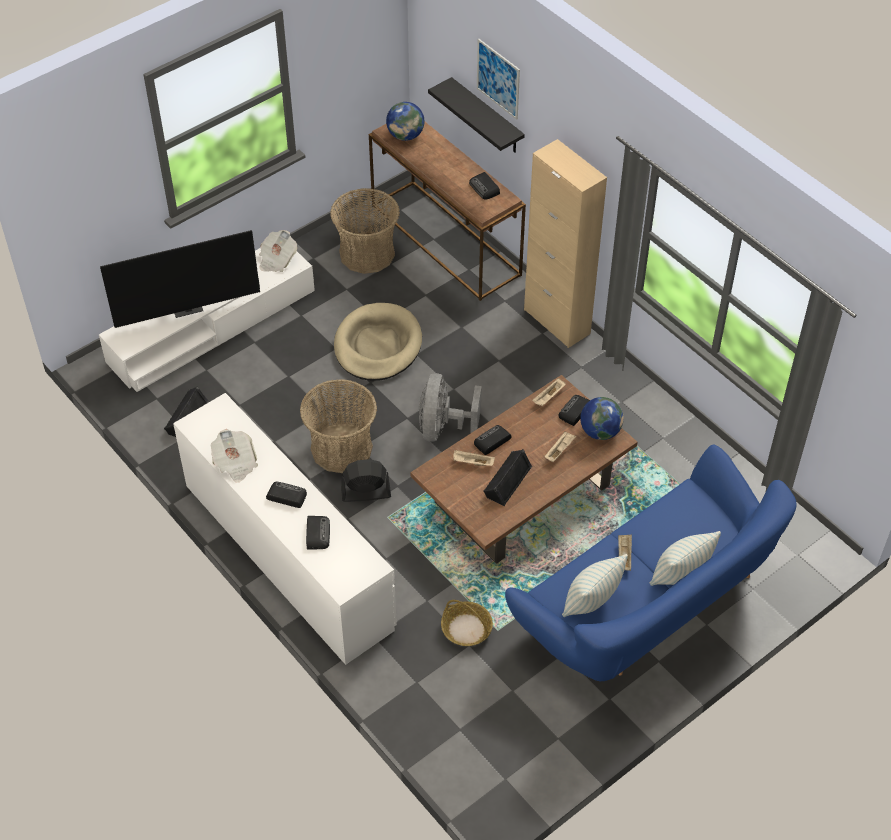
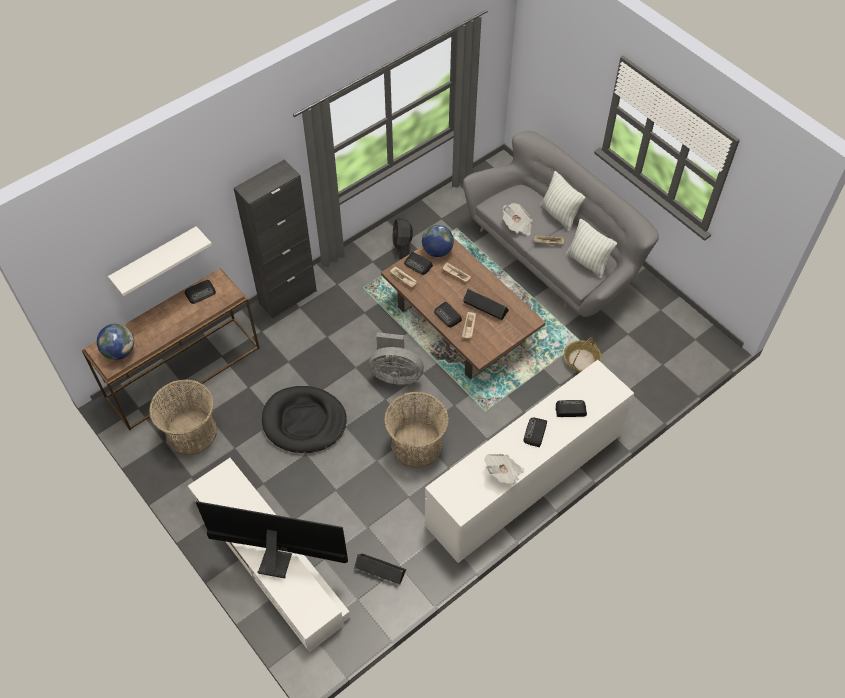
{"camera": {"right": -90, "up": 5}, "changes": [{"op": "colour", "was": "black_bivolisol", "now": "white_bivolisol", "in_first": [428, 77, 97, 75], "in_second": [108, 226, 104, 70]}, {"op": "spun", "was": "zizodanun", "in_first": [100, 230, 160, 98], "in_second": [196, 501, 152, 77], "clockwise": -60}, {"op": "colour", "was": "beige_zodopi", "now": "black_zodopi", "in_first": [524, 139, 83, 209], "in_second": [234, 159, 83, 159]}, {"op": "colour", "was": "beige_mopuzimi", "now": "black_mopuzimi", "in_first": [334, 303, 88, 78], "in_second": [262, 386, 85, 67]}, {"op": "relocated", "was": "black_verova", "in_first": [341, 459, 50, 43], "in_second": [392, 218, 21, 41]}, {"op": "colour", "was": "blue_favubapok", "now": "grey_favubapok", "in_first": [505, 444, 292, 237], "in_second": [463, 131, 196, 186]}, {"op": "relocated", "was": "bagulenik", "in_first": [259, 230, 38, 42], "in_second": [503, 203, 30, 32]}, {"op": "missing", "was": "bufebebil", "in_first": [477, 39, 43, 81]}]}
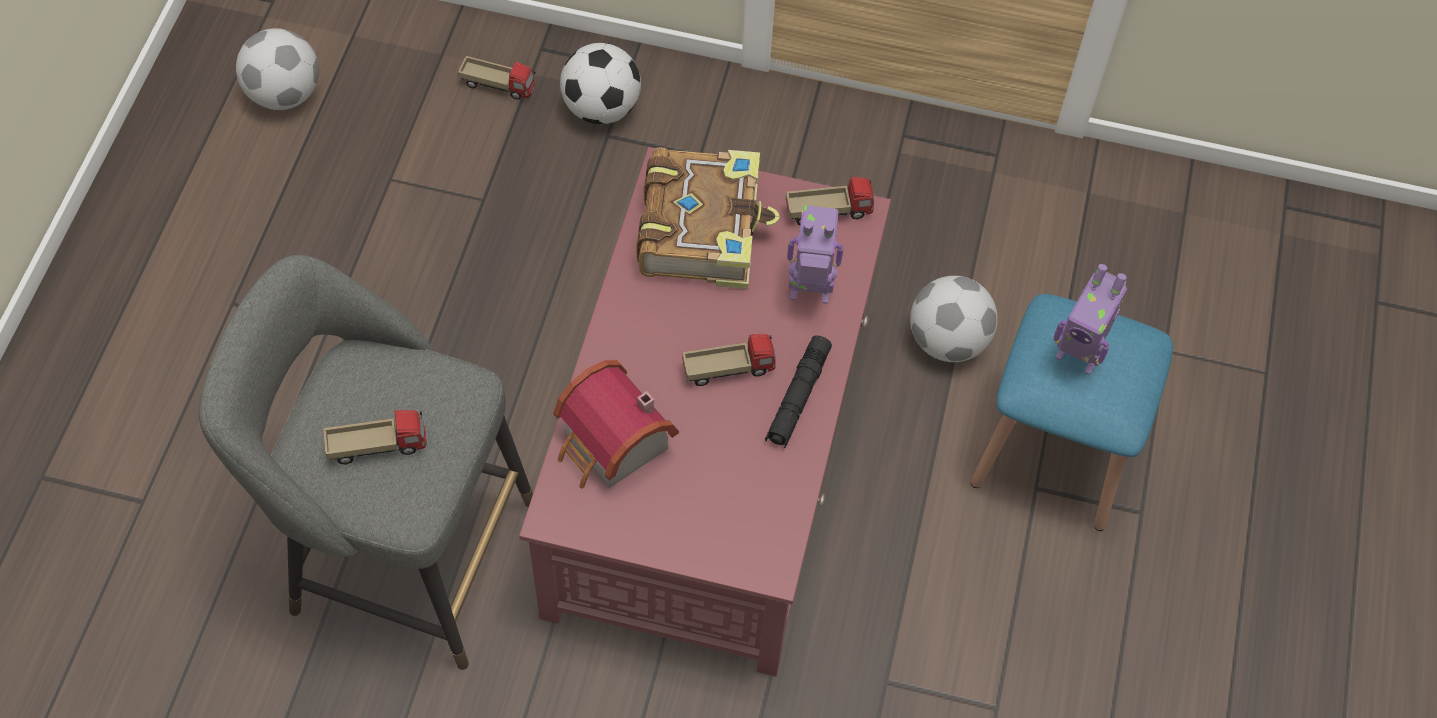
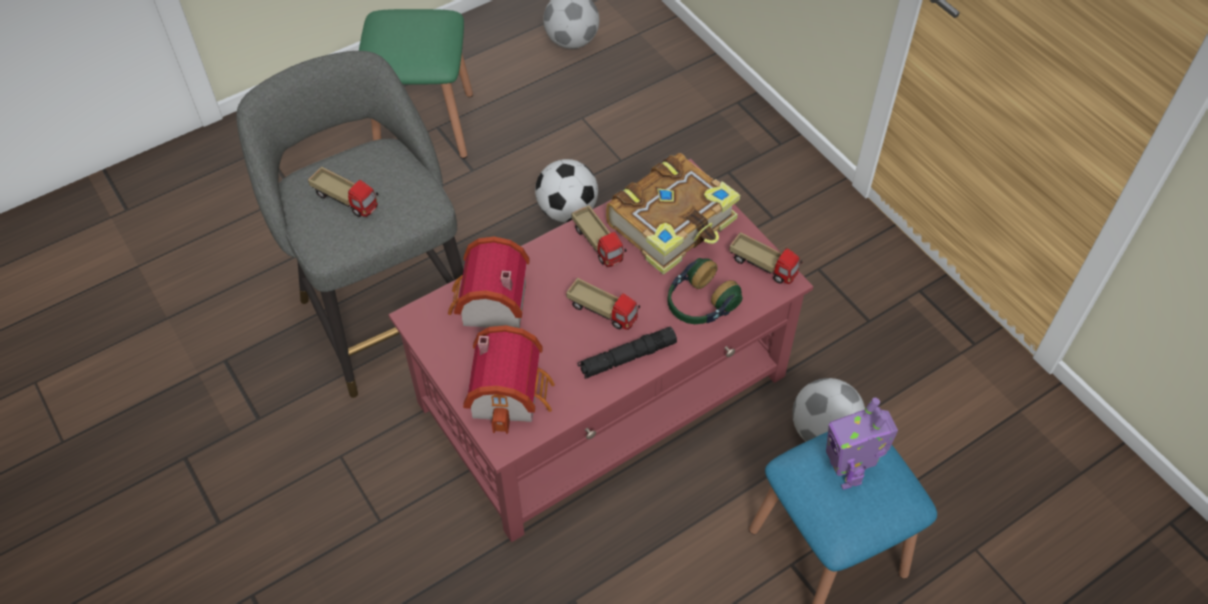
{"camera": {"right": 45, "up": -5}, "changes": [{"op": "appeared", "now": "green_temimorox", "in_second": [359, 9, 114, 150]}, {"op": "appeared", "now": "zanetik", "in_second": [463, 325, 92, 109]}, {"op": "relocated", "was": "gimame", "in_first": [560, 43, 81, 81], "in_second": [535, 159, 63, 63]}, {"op": "relocated", "was": "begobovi", "in_first": [458, 56, 78, 44], "in_second": [571, 205, 56, 62]}, {"op": "exchanged", "was": "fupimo", "now": "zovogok", "in_first": [787, 205, 56, 99], "in_second": [667, 258, 76, 66]}]}
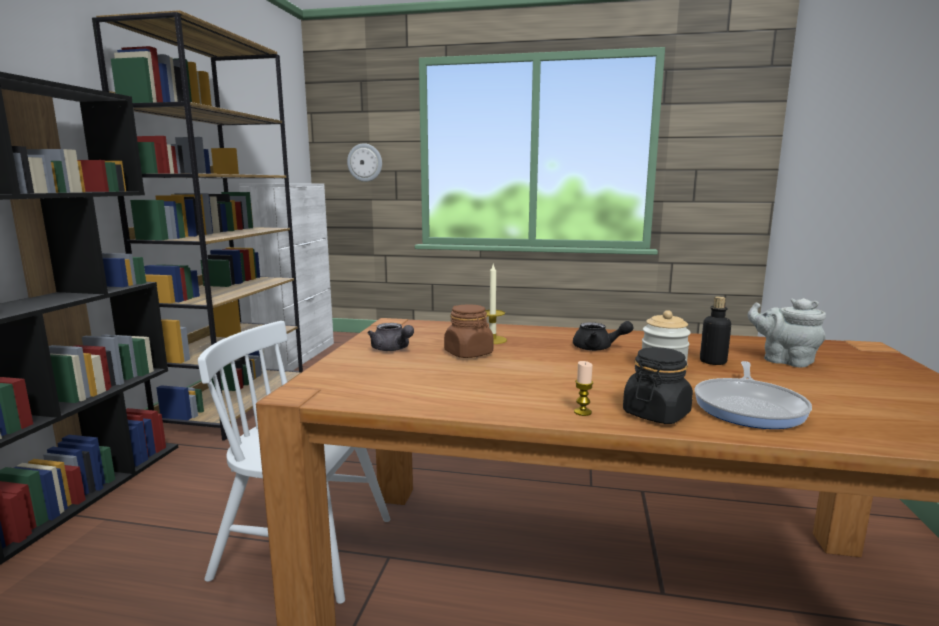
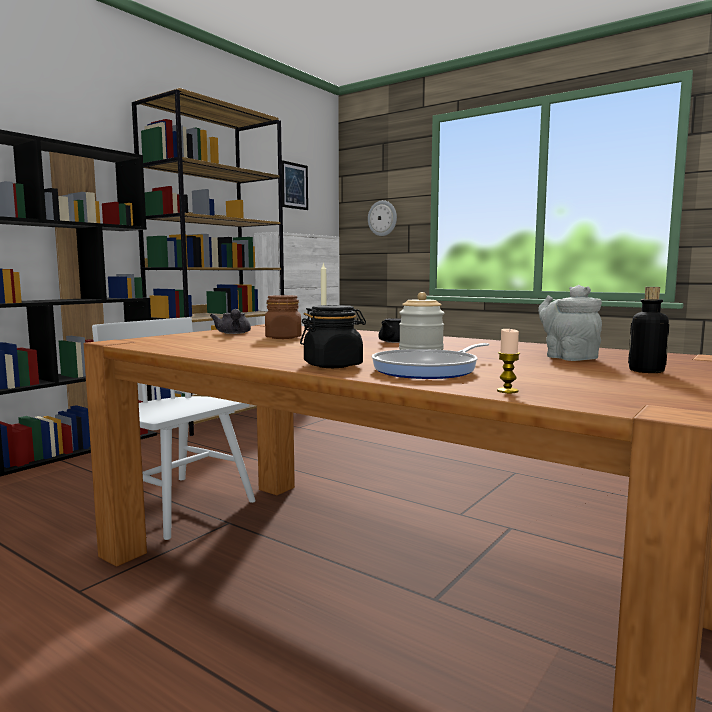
{"camera": {"right": 25, "up": -5}, "changes": [{"op": "appeared", "now": "bufebebil", "in_second": [282, 160, 26, 50]}, {"op": "relocated", "was": "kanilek", "in_first": [574, 361, 19, 55], "in_second": [497, 329, 23, 64]}, {"op": "relocated", "was": "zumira", "in_first": [700, 297, 31, 68], "in_second": [628, 287, 41, 86]}]}
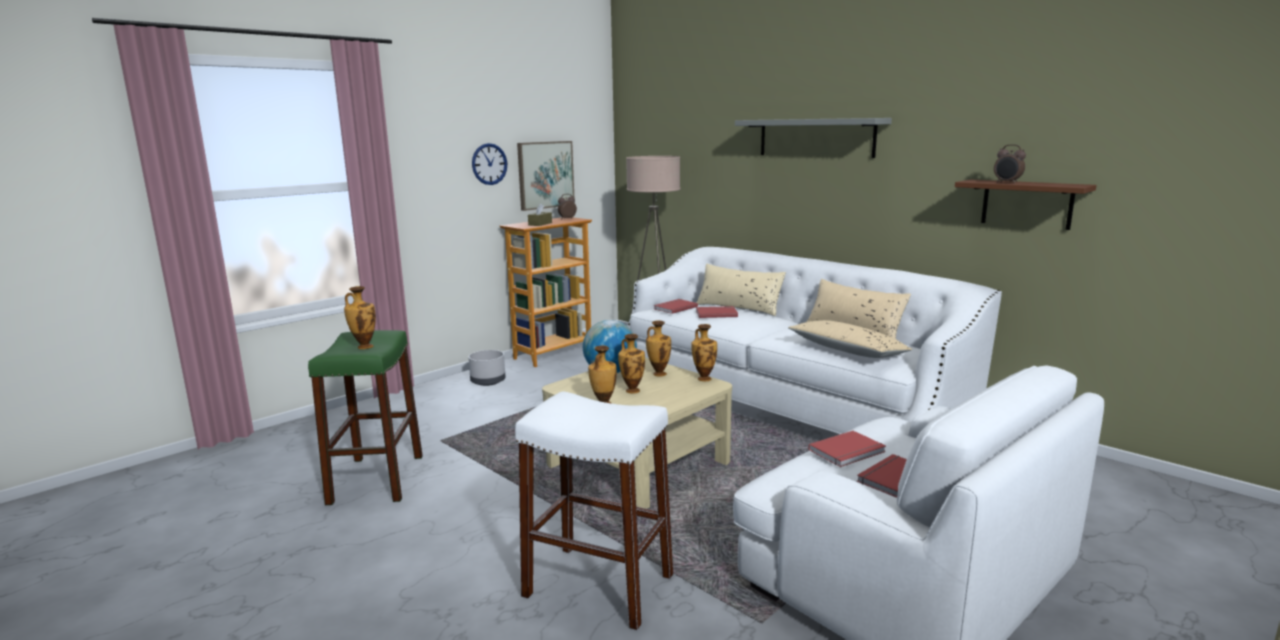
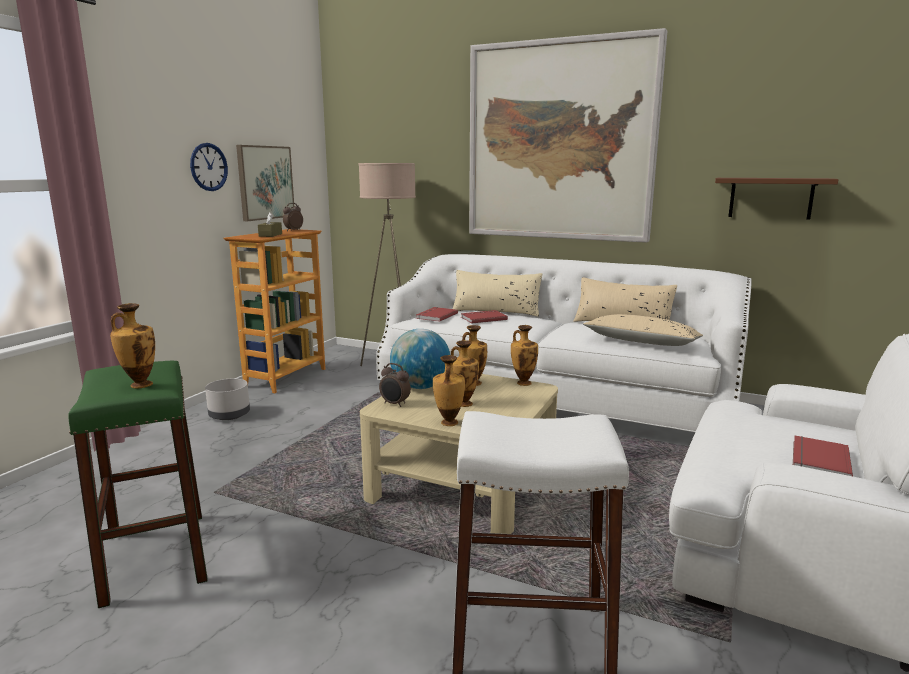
{"camera": {"right": -20, "up": 0}, "changes": [{"op": "relocated", "was": "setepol", "in_first": [994, 144, 32, 40], "in_second": [379, 363, 32, 44]}, {"op": "exchanged", "was": "grey_bivolisol", "now": "bufebebil", "in_first": [735, 118, 157, 40], "in_second": [469, 28, 198, 215]}, {"op": "missing", "was": "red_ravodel", "in_first": [808, 431, 78, 36]}]}
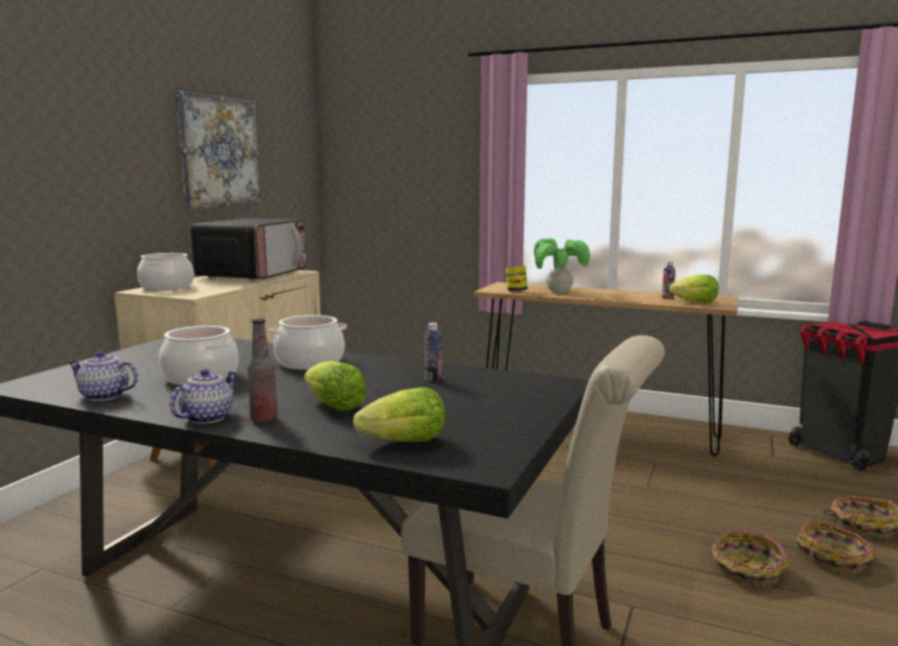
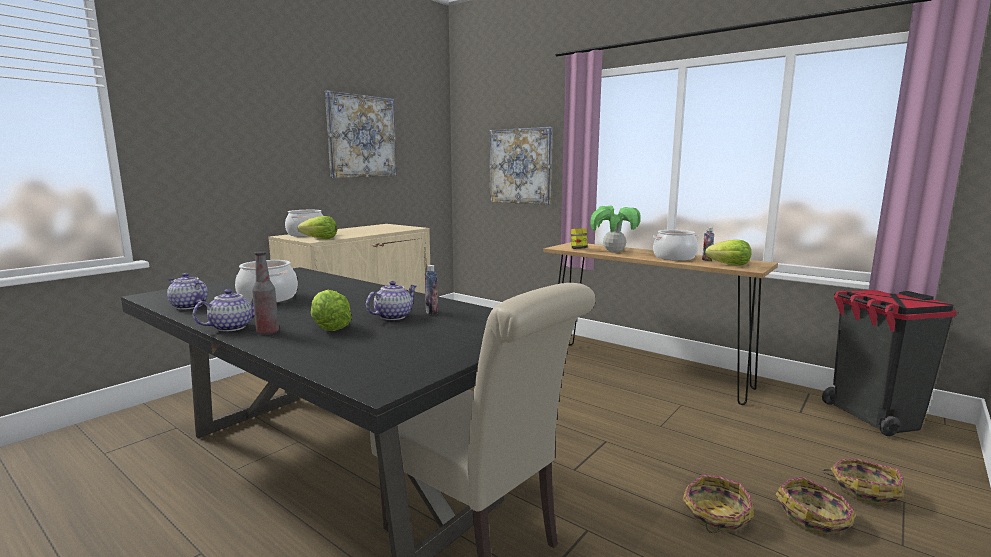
{"camera": {"right": 15, "up": 0}, "changes": [{"op": "relocated", "was": "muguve", "in_first": [353, 387, 92, 55], "in_second": [298, 216, 39, 23]}, {"op": "appeared", "now": "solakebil", "in_second": [366, 281, 51, 39]}, {"op": "appeared", "now": "bufebebil", "in_second": [490, 127, 63, 78]}, {"op": "relocated", "was": "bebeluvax", "in_first": [270, 315, 77, 55], "in_second": [653, 230, 46, 31]}, {"op": "missing", "was": "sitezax", "in_first": [191, 219, 116, 61]}]}
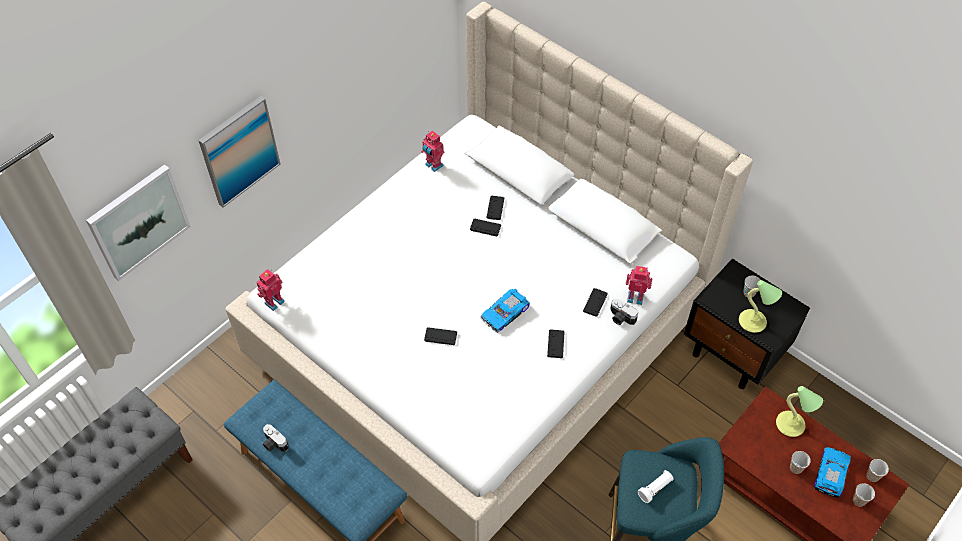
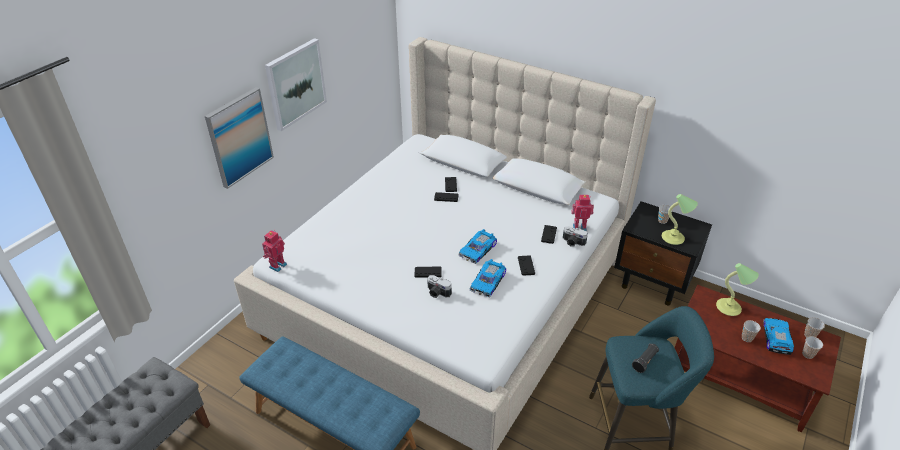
{"camera": {"right": -10, "up": -15}, "changes": [{"op": "relocated", "was": "bufebebil", "in_first": [86, 164, 105, 117], "in_second": [265, 38, 62, 94]}, {"op": "relocated", "was": "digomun", "in_first": [263, 424, 26, 28], "in_second": [427, 275, 25, 23]}, {"op": "appeared", "now": "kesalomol", "in_second": [470, 259, 36, 39]}, {"op": "colour", "was": "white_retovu", "now": "black_retovu", "in_first": [638, 470, 36, 33], "in_second": [632, 343, 27, 30]}, {"op": "missing", "was": "fupimo", "in_first": [421, 131, 23, 41]}]}
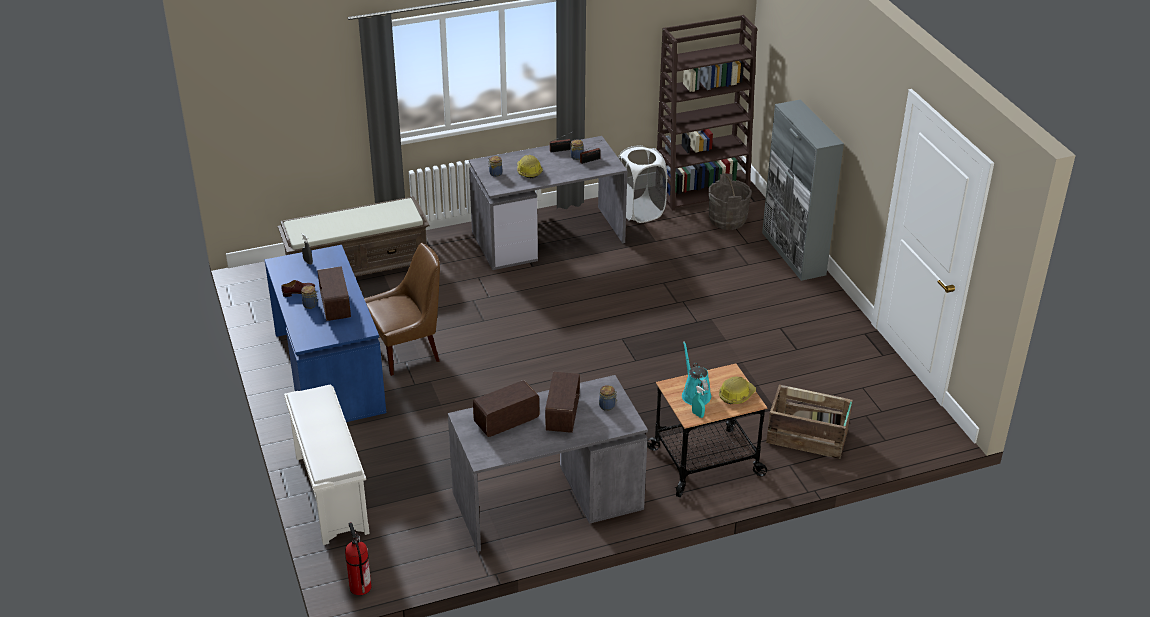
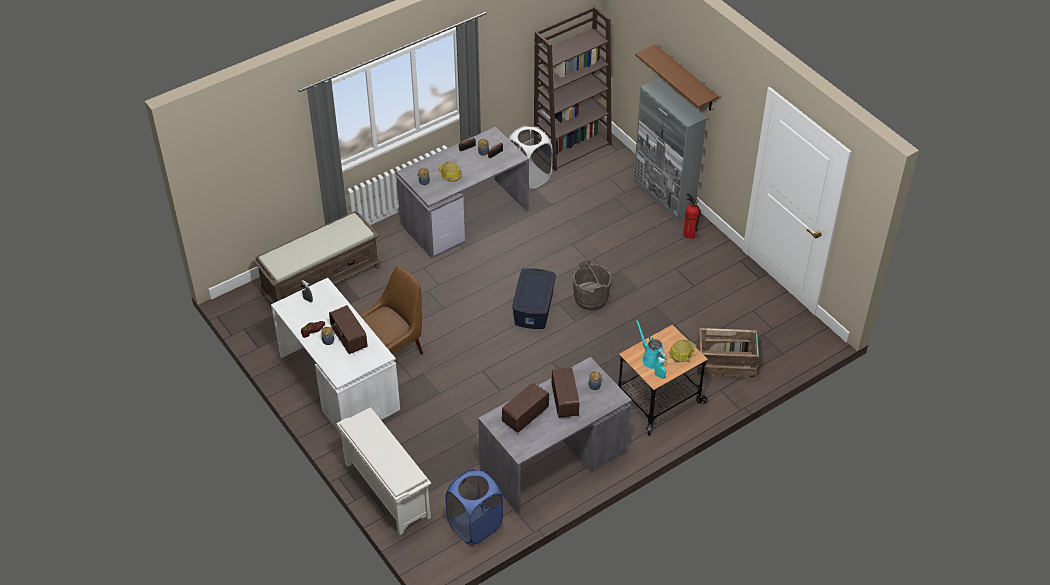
{"camera": {"right": -15, "up": 10}, "changes": [{"op": "colour", "was": "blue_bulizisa", "now": "white_bulizisa", "in_first": [264, 245, 122, 177], "in_second": [271, 278, 129, 157]}, {"op": "appeared", "now": "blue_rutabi", "in_second": [446, 469, 57, 75]}, {"op": "appeared", "now": "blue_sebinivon", "in_second": [512, 269, 44, 60]}, {"op": "relocated", "was": "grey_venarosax", "in_first": [709, 173, 43, 57], "in_second": [573, 259, 39, 51]}, {"op": "appeared", "now": "brown_bivolisol", "in_second": [635, 44, 84, 67]}, {"op": "relocated", "was": "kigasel", "in_first": [345, 522, 26, 73], "in_second": [683, 193, 18, 46]}]}
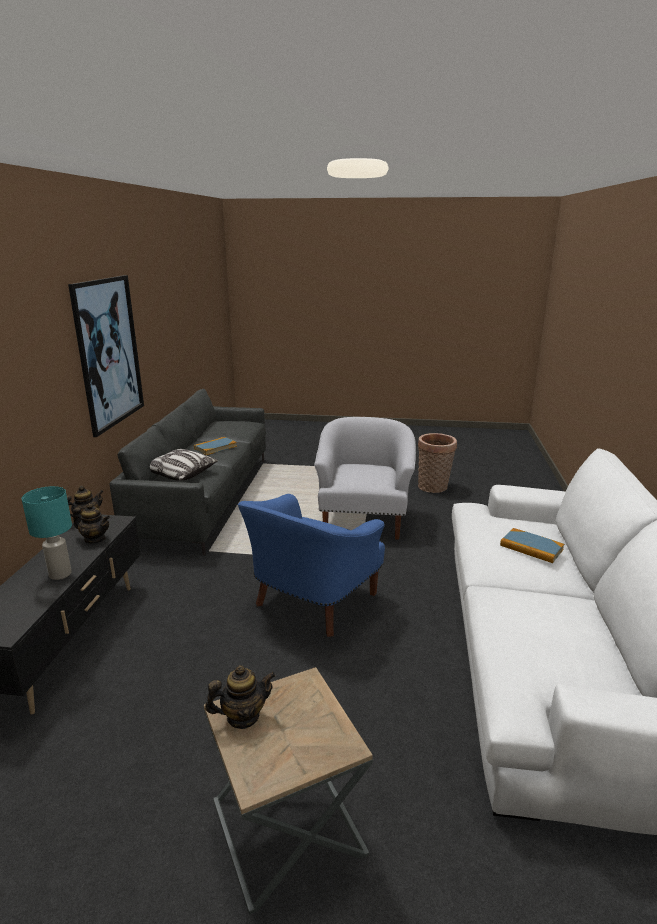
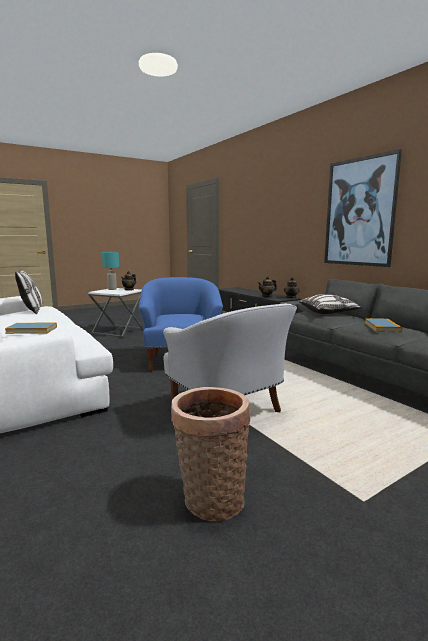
{"camera": {"right": 140, "up": -10}, "changes": [{"op": "appeared", "now": "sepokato", "in_second": [15, 269, 27, 45]}, {"op": "colour", "was": "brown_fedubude", "now": "white_fedubude", "in_first": [204, 667, 169, 247], "in_second": [88, 288, 56, 50]}, {"op": "relocated", "was": "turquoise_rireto", "in_first": [22, 486, 50, 94], "in_second": [102, 252, 17, 38]}]}
